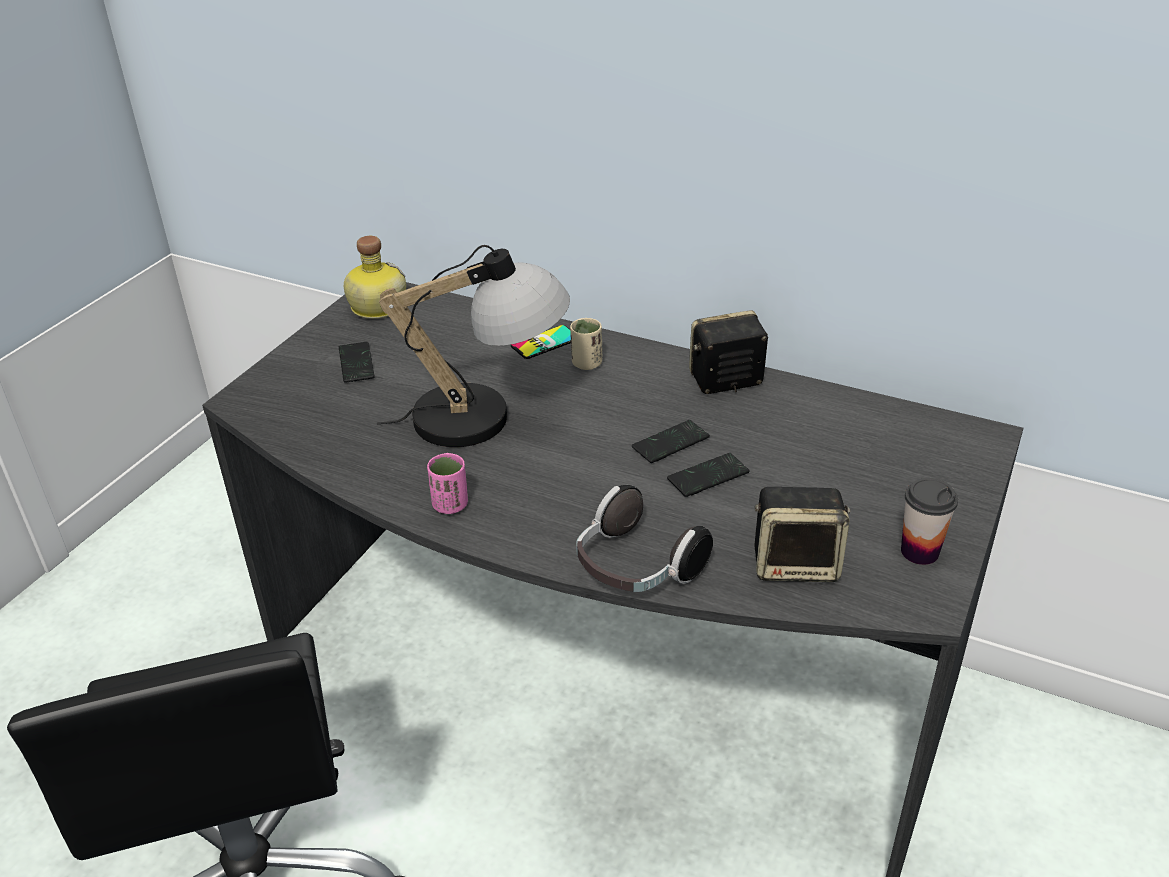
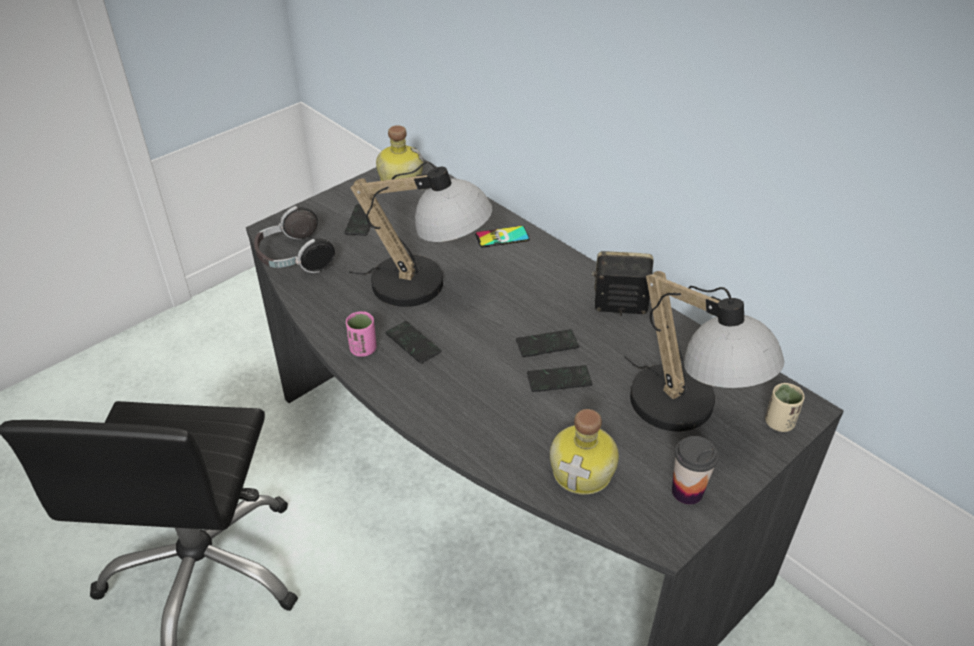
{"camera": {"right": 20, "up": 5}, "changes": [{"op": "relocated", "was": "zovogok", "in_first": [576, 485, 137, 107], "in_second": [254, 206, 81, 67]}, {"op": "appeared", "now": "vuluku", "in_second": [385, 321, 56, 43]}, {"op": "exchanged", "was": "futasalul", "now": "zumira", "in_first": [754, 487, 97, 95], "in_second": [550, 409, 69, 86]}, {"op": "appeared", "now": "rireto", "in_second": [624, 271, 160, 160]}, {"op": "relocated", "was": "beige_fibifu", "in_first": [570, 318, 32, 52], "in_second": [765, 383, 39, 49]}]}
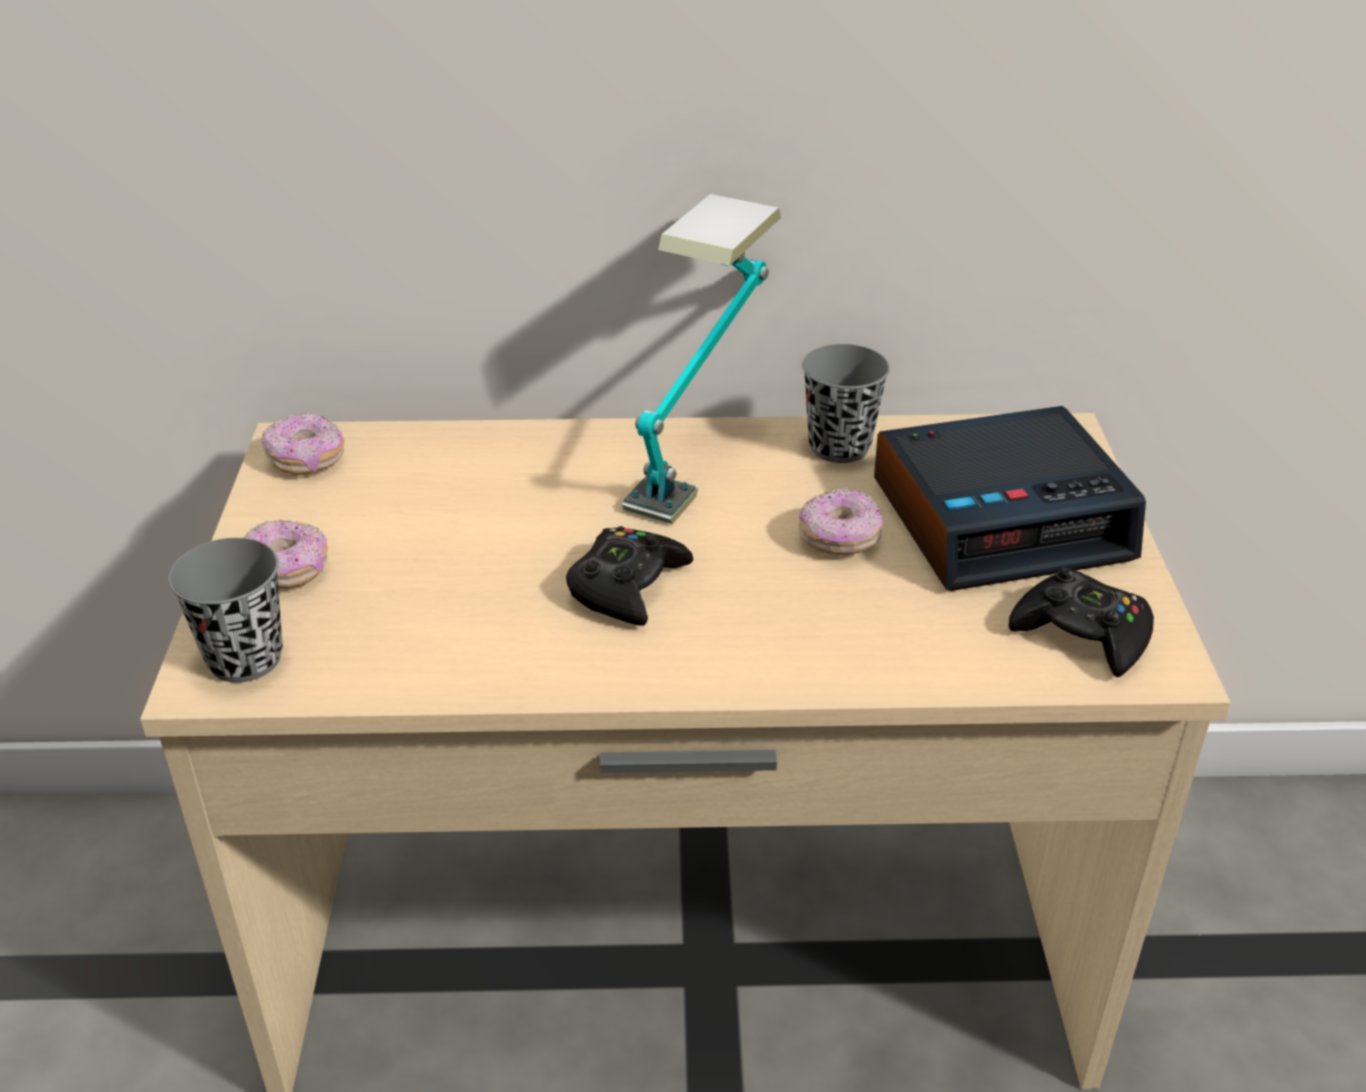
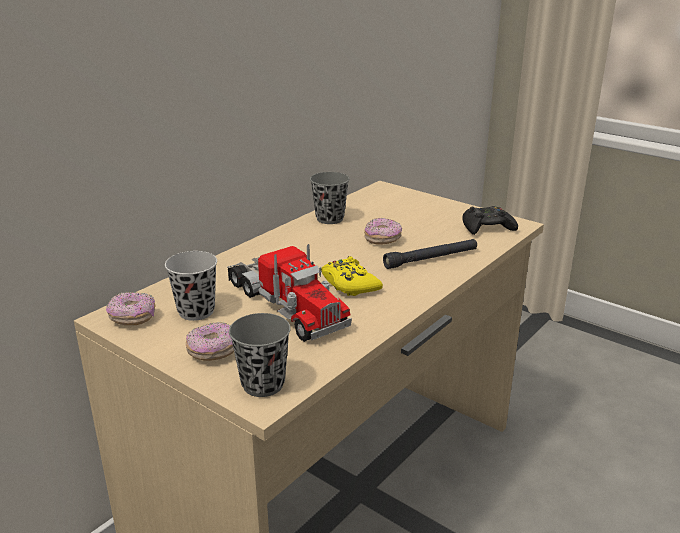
{"camera": {"right": -50, "up": -10}, "changes": [{"op": "appeared", "now": "black_fibifu", "in_second": [165, 251, 52, 70]}, {"op": "appeared", "now": "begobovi", "in_second": [227, 244, 125, 98]}, {"op": "colour", "was": "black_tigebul", "now": "yellow_tigebul", "in_first": [566, 526, 127, 100], "in_second": [321, 256, 62, 40]}, {"op": "appeared", "now": "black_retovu", "in_second": [383, 239, 94, 30]}, {"op": "missing", "was": "rireto", "in_first": [622, 194, 159, 330]}, {"op": "missing", "was": "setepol", "in_first": [874, 406, 272, 185]}]}
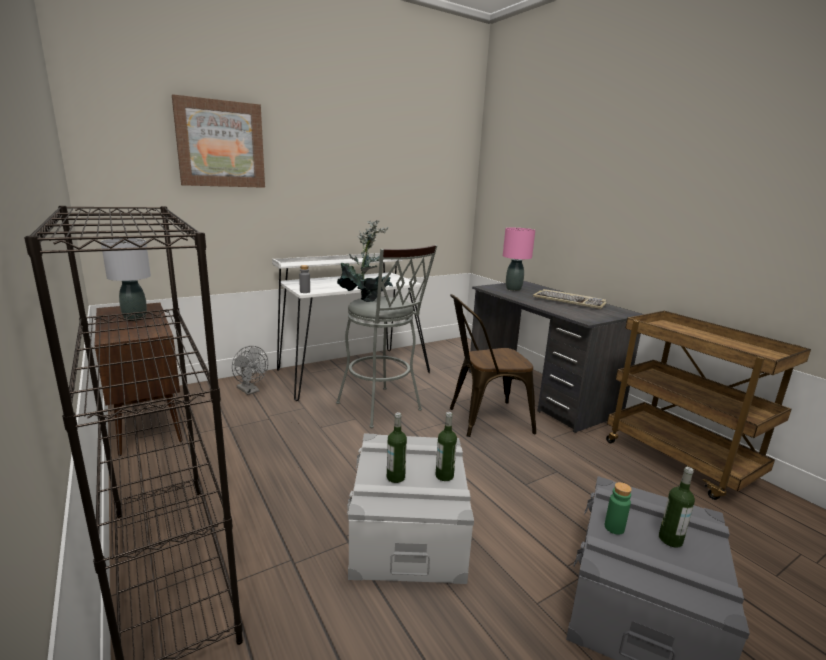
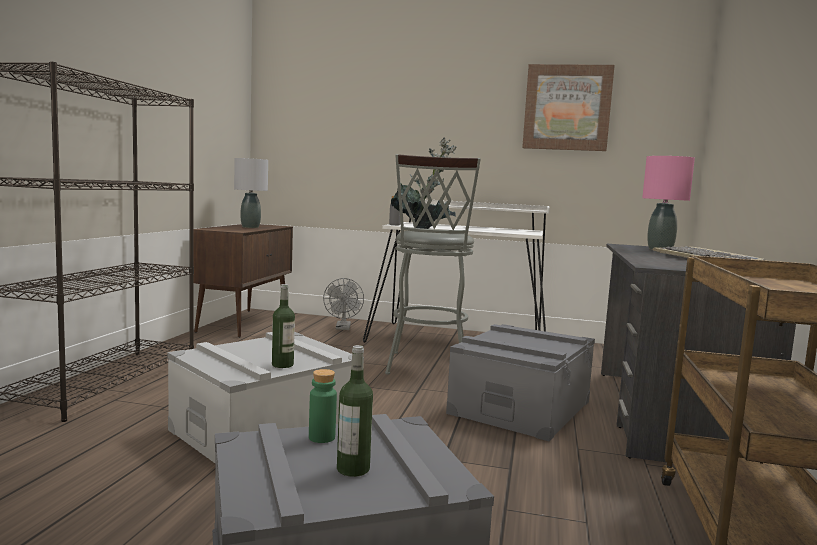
{"camera": {"right": 45, "up": -10}, "changes": [{"op": "exchanged", "was": "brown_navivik", "now": "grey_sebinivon", "in_first": [450, 294, 86, 143], "in_second": [446, 324, 149, 117]}, {"op": "relocated", "was": "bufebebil", "in_first": [172, 94, 93, 94], "in_second": [522, 64, 93, 87]}, {"op": "missing", "was": "zumira", "in_first": [387, 412, 20, 71]}]}
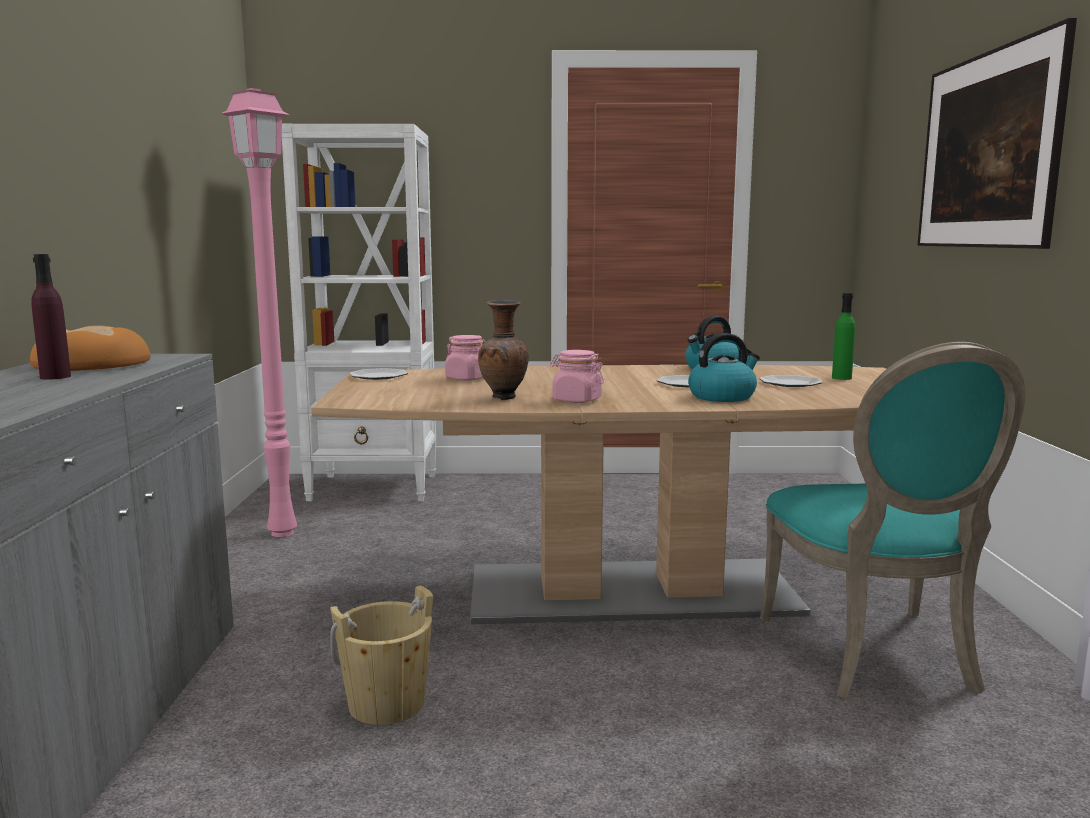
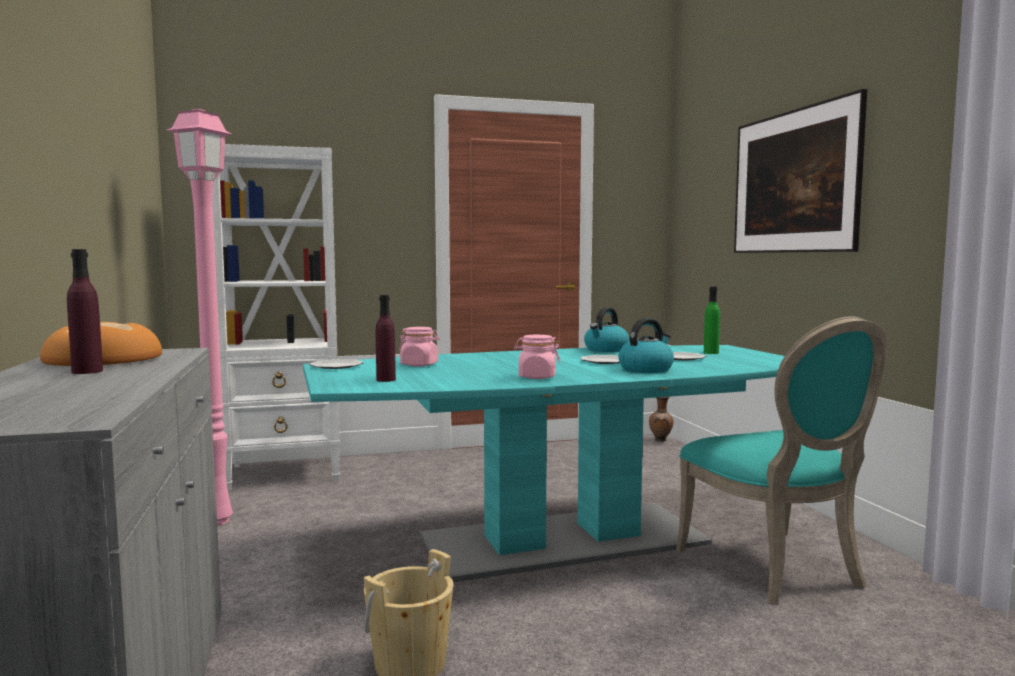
{"camera": {"right": -15, "up": -5}, "changes": [{"op": "colour", "was": "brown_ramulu", "now": "turquoise_ramulu", "in_first": [311, 365, 575, 259], "in_second": [303, 345, 482, 237]}, {"op": "appeared", "now": "purple_zumira", "in_second": [376, 295, 20, 87]}, {"op": "relocated", "was": "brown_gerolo", "in_first": [478, 300, 51, 100], "in_second": [649, 396, 25, 46]}]}
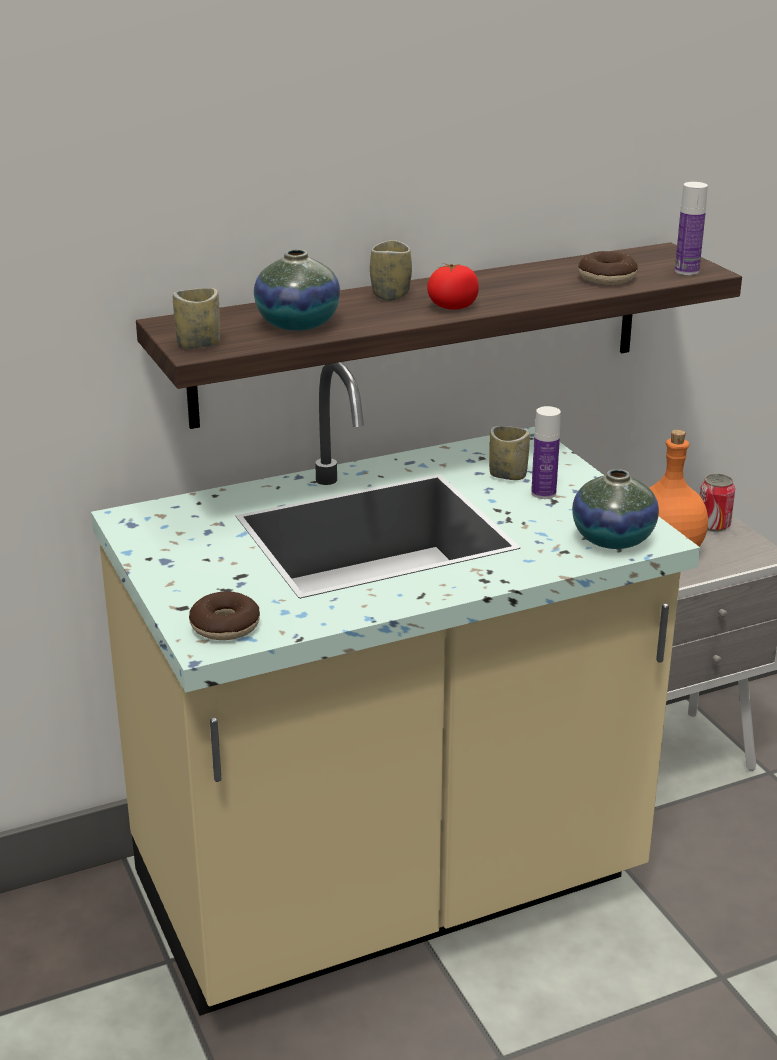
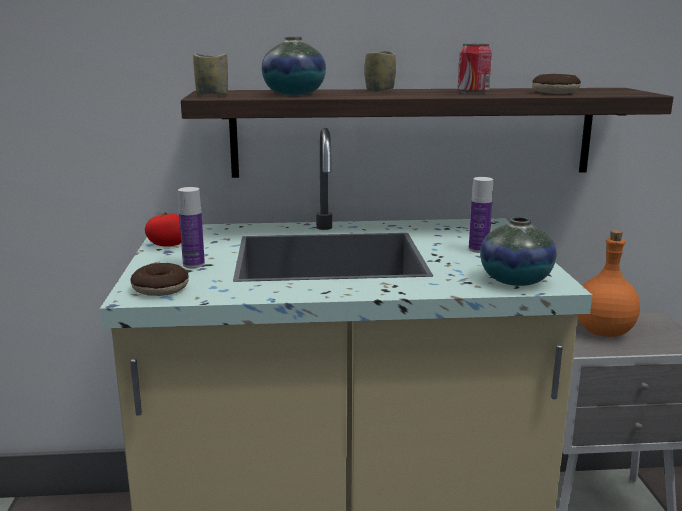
{"camera": {"right": 20, "up": -10}, "changes": [{"op": "relocated", "was": "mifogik", "in_first": [427, 263, 52, 47], "in_second": [145, 212, 36, 35]}, {"op": "relocated", "was": "zumira", "in_first": [675, 182, 33, 93], "in_second": [178, 187, 27, 81]}, {"op": "relocated", "was": "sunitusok", "in_first": [700, 474, 35, 58], "in_second": [458, 44, 34, 50]}, {"op": "missing", "was": "fibifu", "in_first": [489, 426, 41, 54]}]}
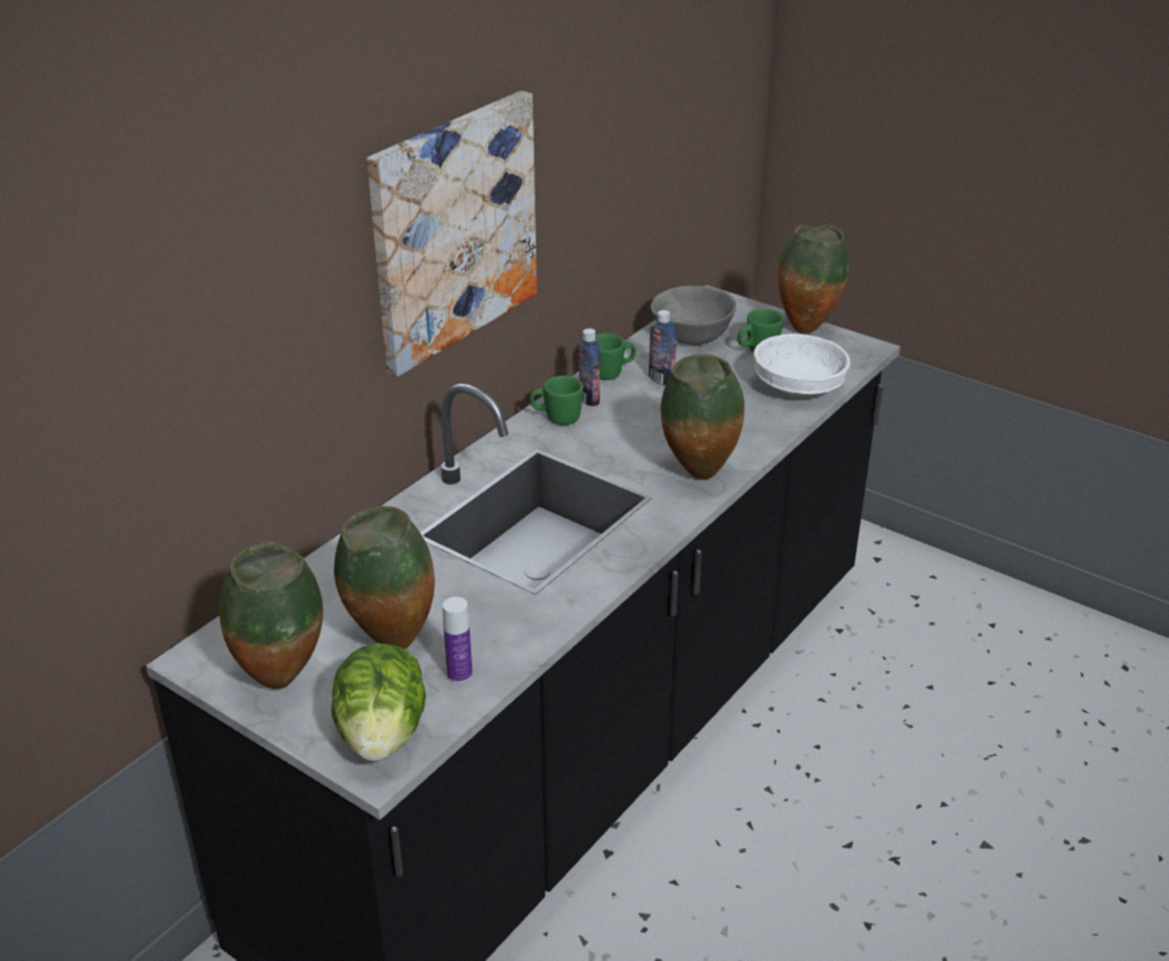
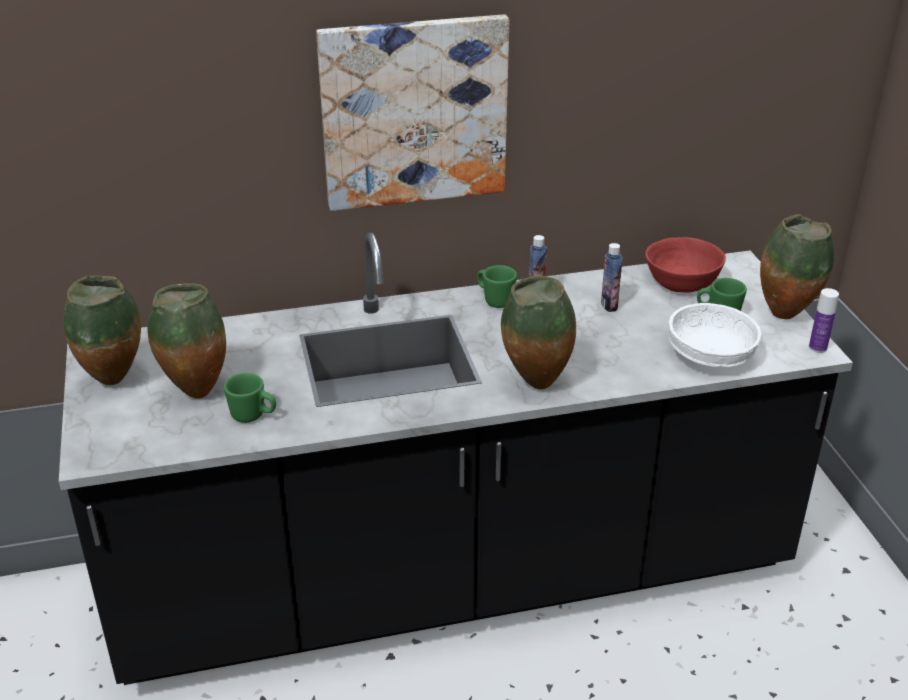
{"camera": {"right": 40, "up": 0}, "changes": [{"op": "relocated", "was": "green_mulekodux", "in_first": [595, 333, 41, 47], "in_second": [224, 373, 52, 50]}, {"op": "colour", "was": "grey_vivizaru", "now": "red_vivizaru", "in_first": [651, 286, 85, 59], "in_second": [645, 237, 81, 55]}, {"op": "relocated", "was": "zumira", "in_first": [443, 597, 29, 86], "in_second": [809, 288, 30, 65]}, {"op": "missing", "was": "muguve", "in_first": [331, 643, 95, 118]}]}
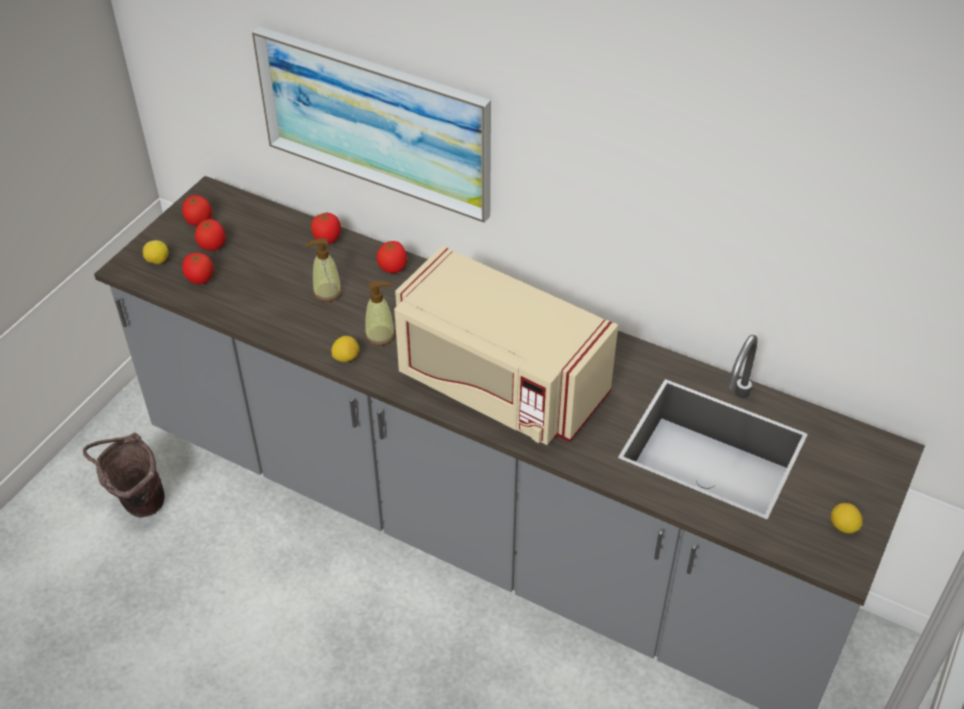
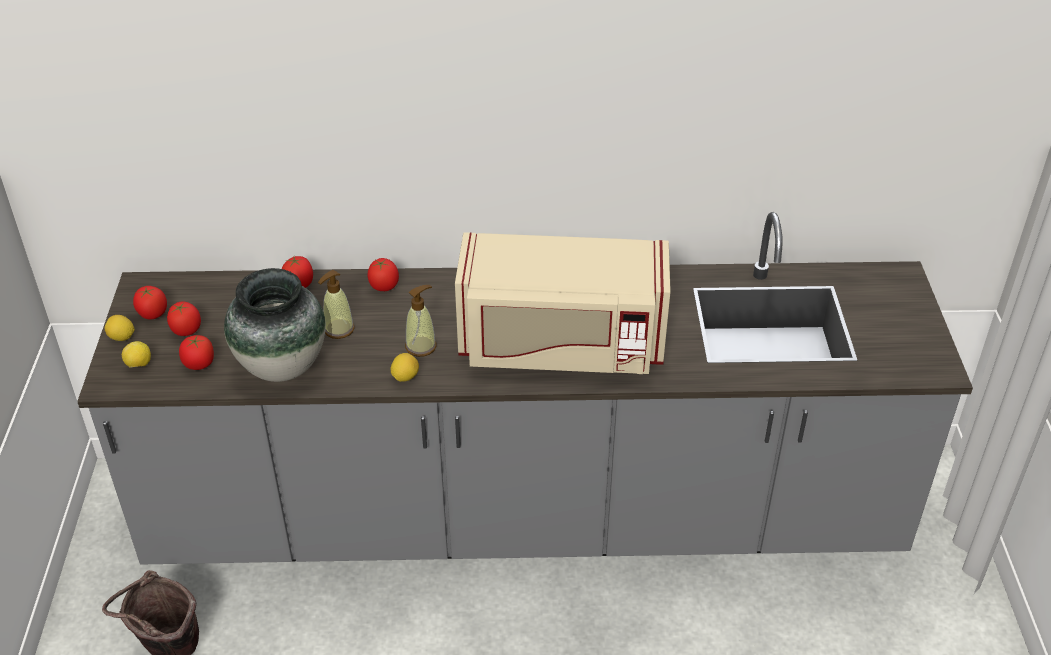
{"camera": {"right": -30, "up": -5}, "changes": [{"op": "relocated", "was": "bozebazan", "in_first": [831, 503, 32, 30], "in_second": [105, 315, 30, 26]}, {"op": "appeared", "now": "gerolo", "in_second": [224, 268, 102, 114]}, {"op": "missing", "was": "bufebebil", "in_first": [252, 26, 239, 197]}]}
